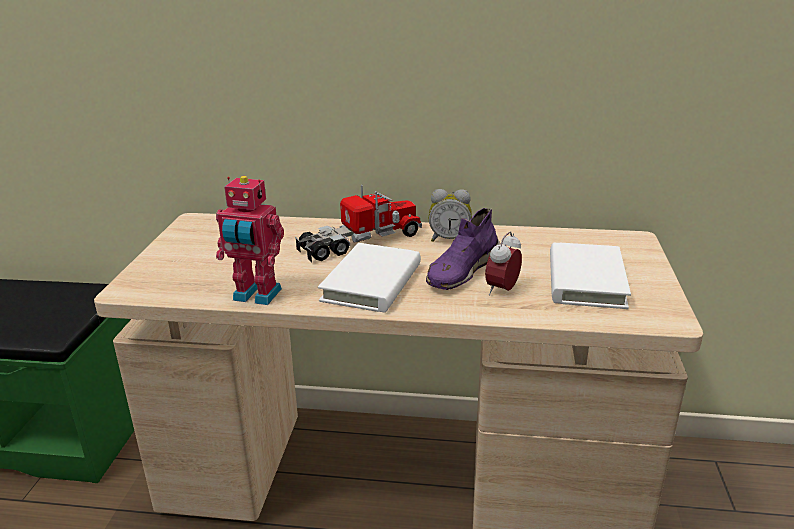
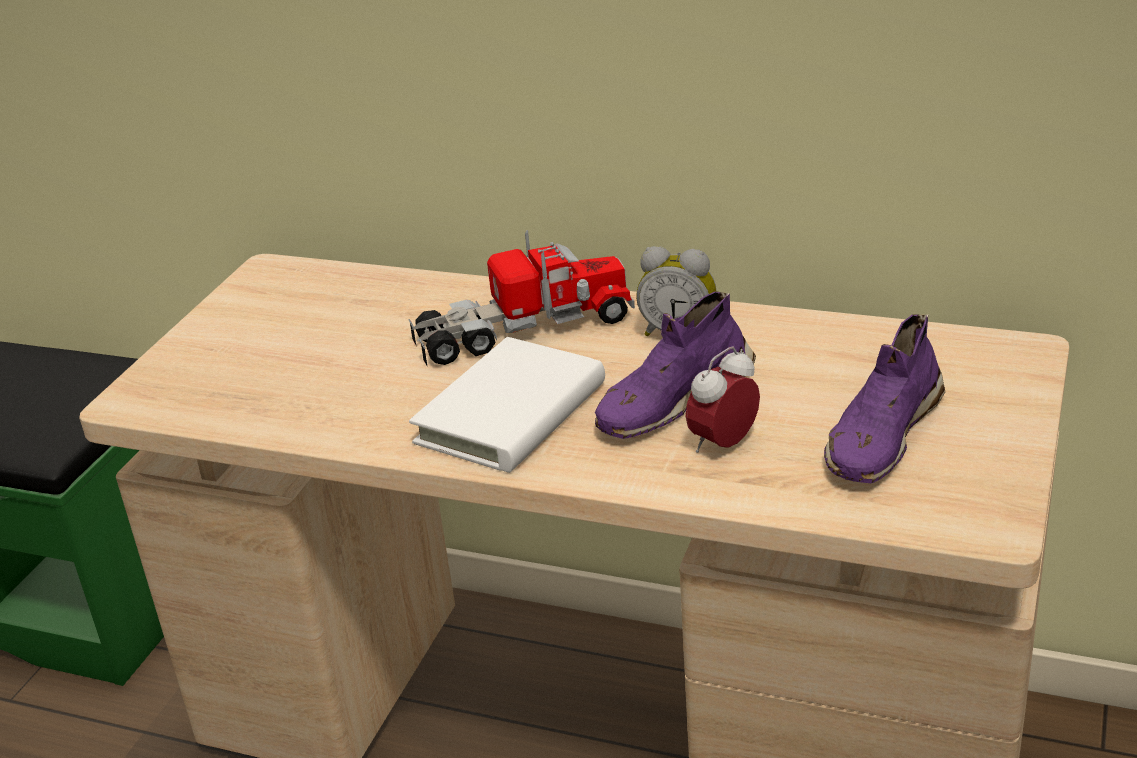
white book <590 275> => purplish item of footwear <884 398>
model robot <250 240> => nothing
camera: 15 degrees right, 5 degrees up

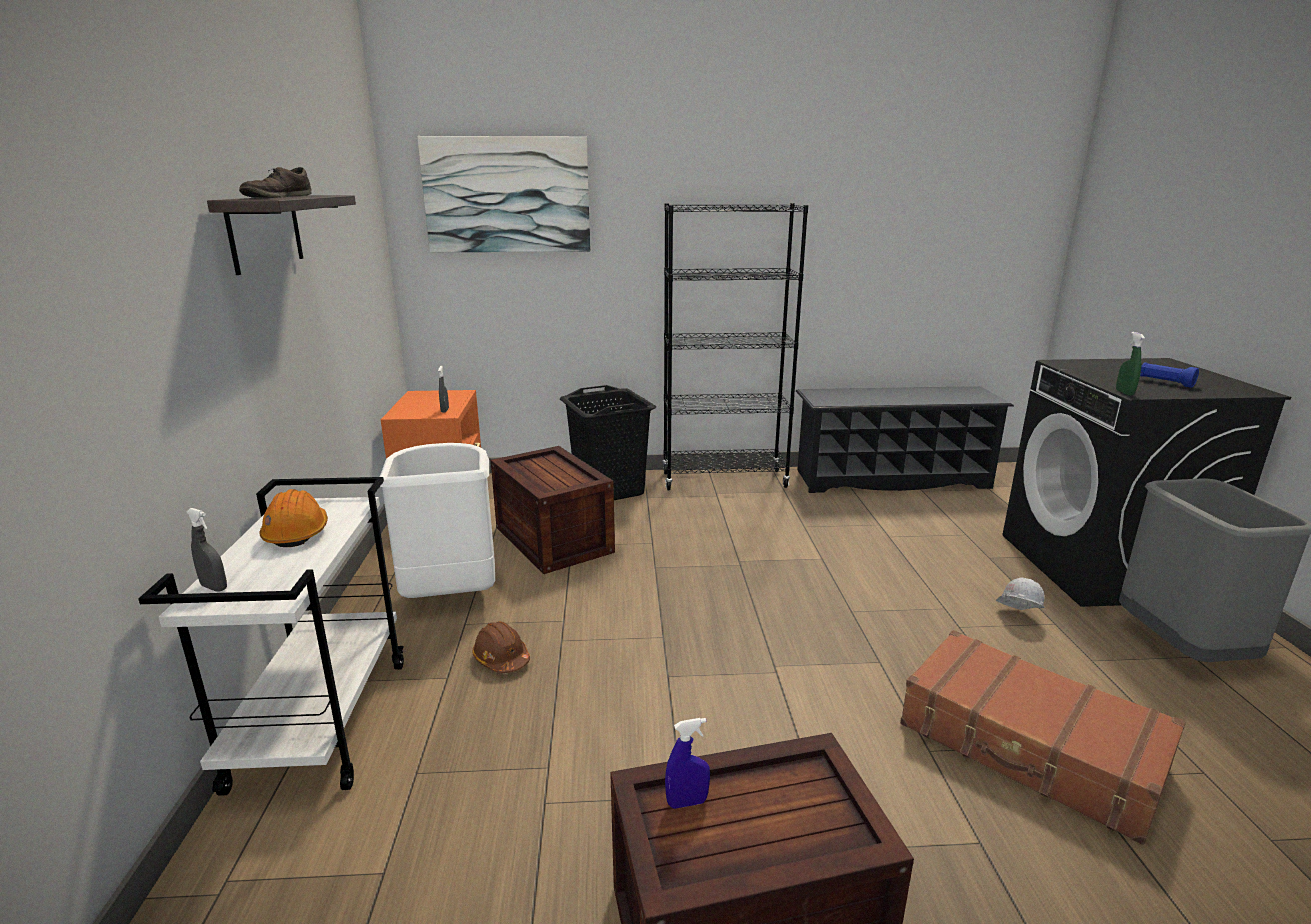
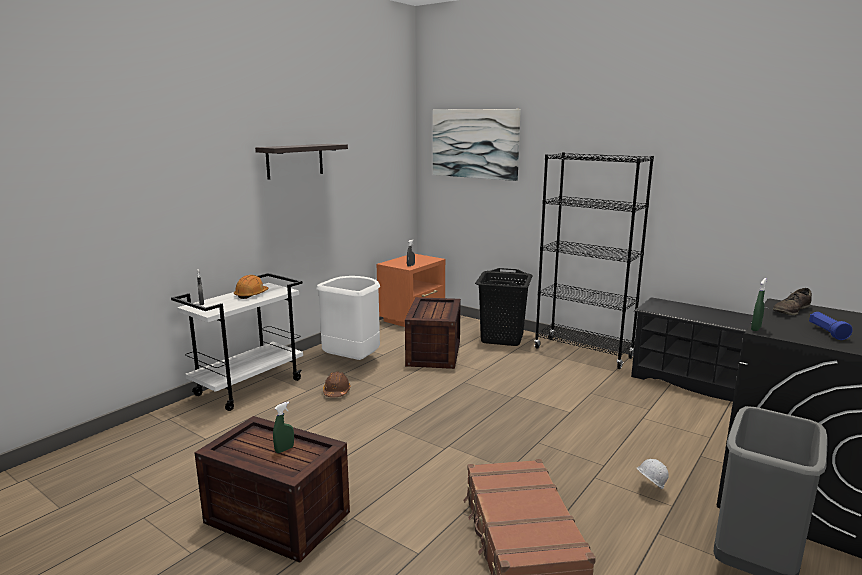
nothing => green hand sprayer <283 427>
brown item of footwear <275 182> => brown item of footwear <792 301>, relocated
blue hand sprayer <687 763> => nothing
camera: 40 degrees right, 5 degrees down

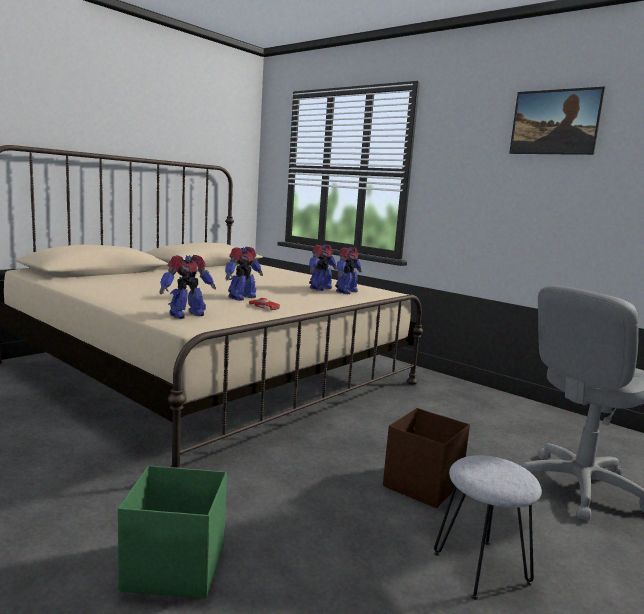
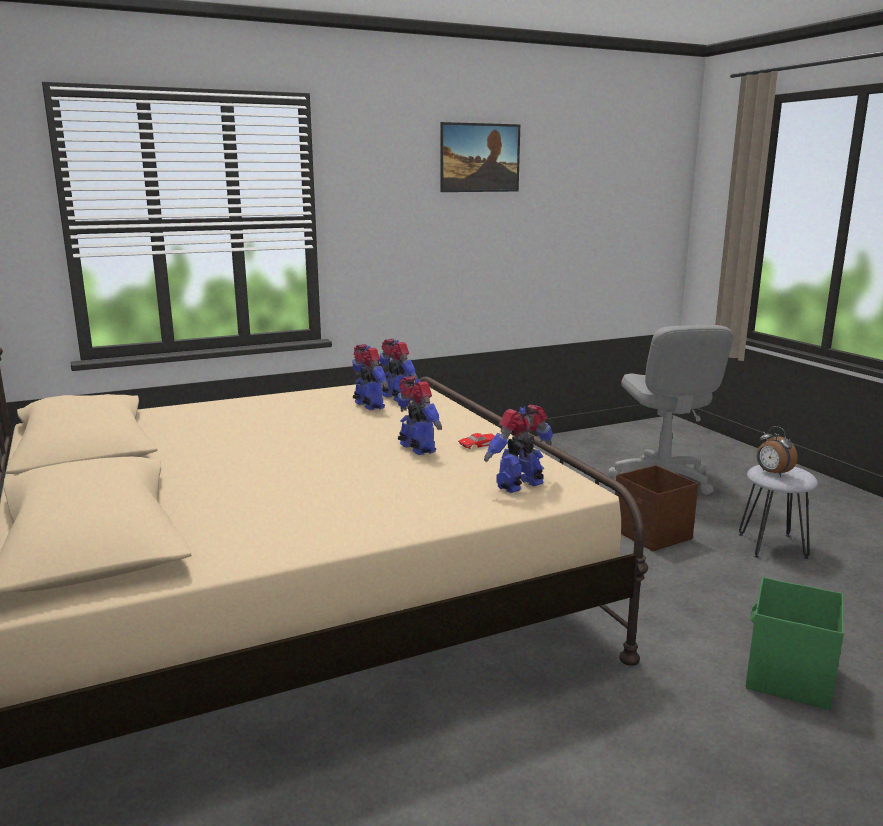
model robot <187 287> => model robot <518 449>, 105 degrees counterclockwise
nothing => alarm clock <777 451>
camera: 65 degrees left, 5 degrees up

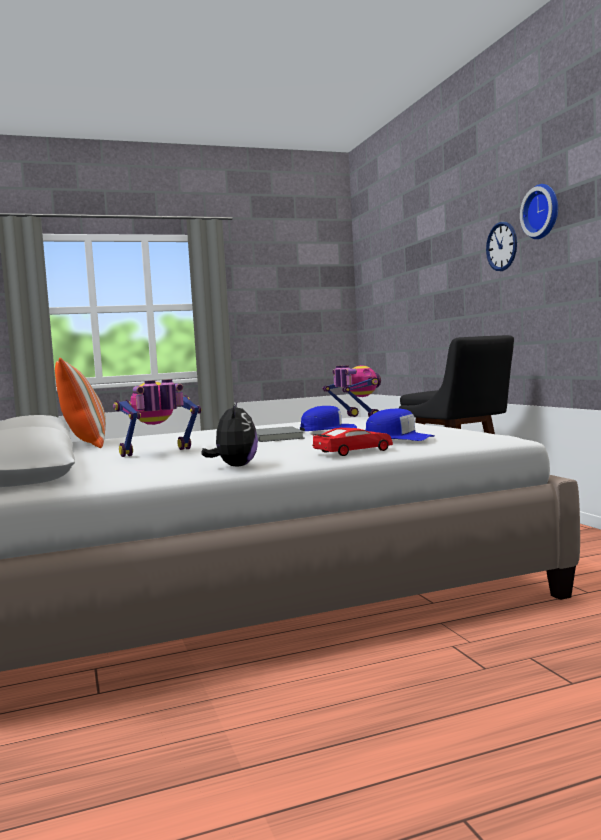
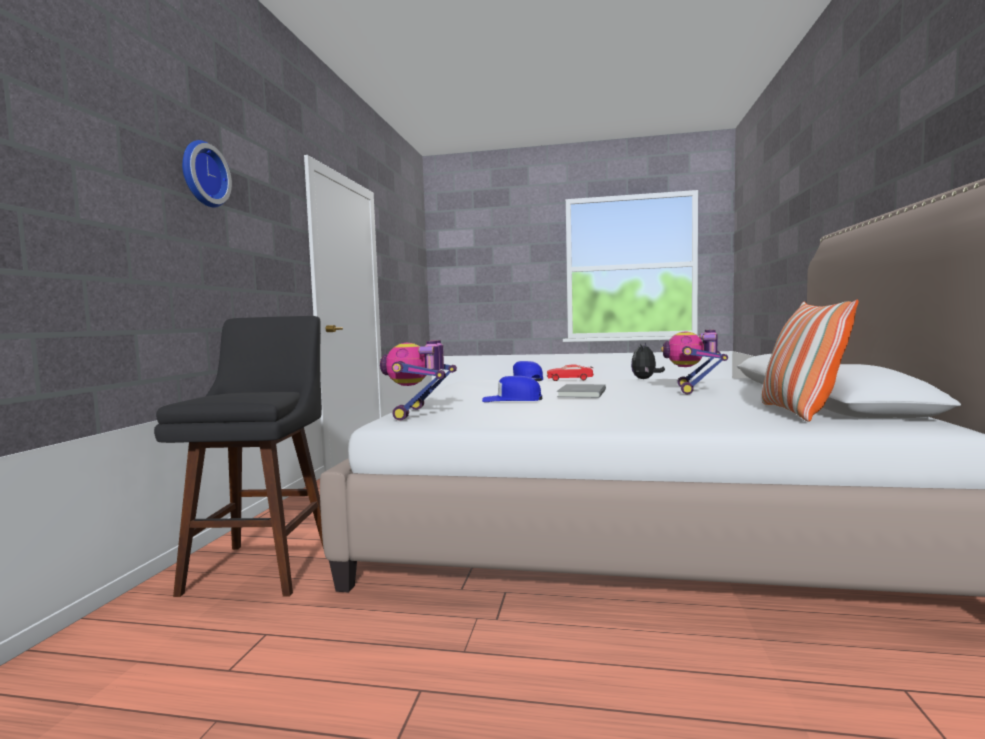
model robot <157 418> => model robot <694 362>, 105 degrees clockwise
hanging clock <501 246> => nothing
camera: 150 degrees left, 0 degrees up

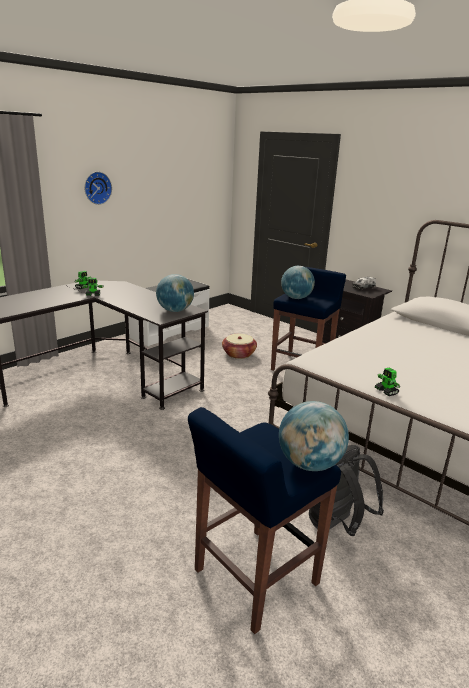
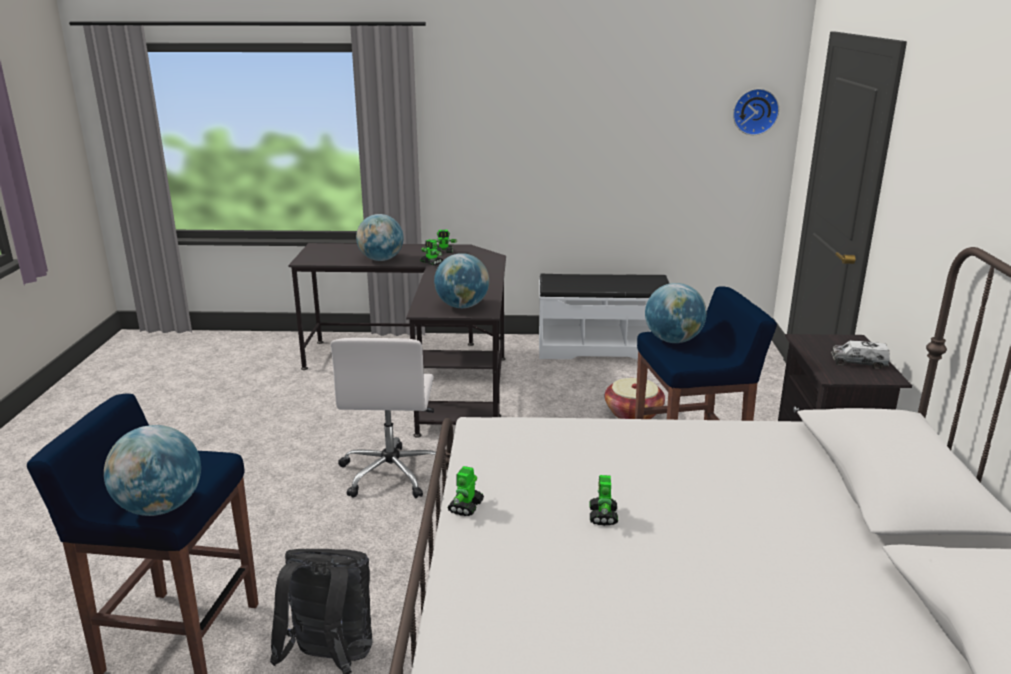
nothing => white desk chair <383 418>
nothing => world globe <379 237>
nothing => model robot <603 500>
hanging clock <98 188> => hanging clock <756 112>, relocated
camera: 50 degrees right, 0 degrees up

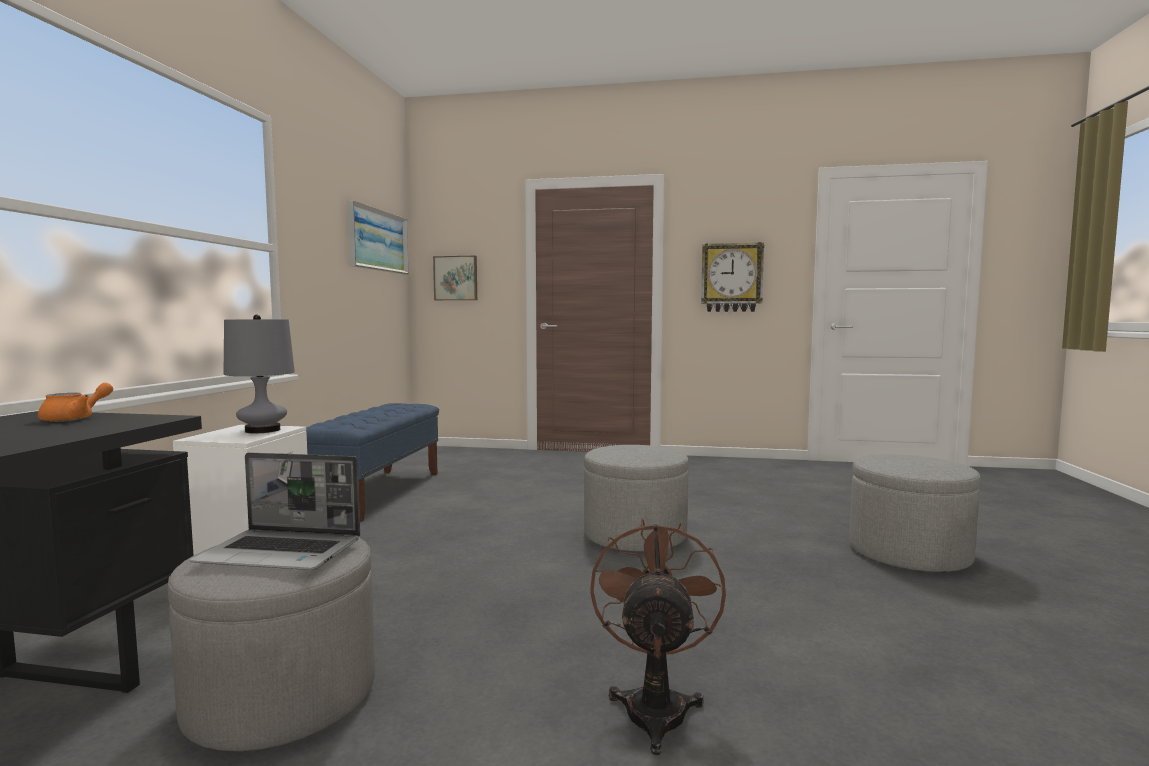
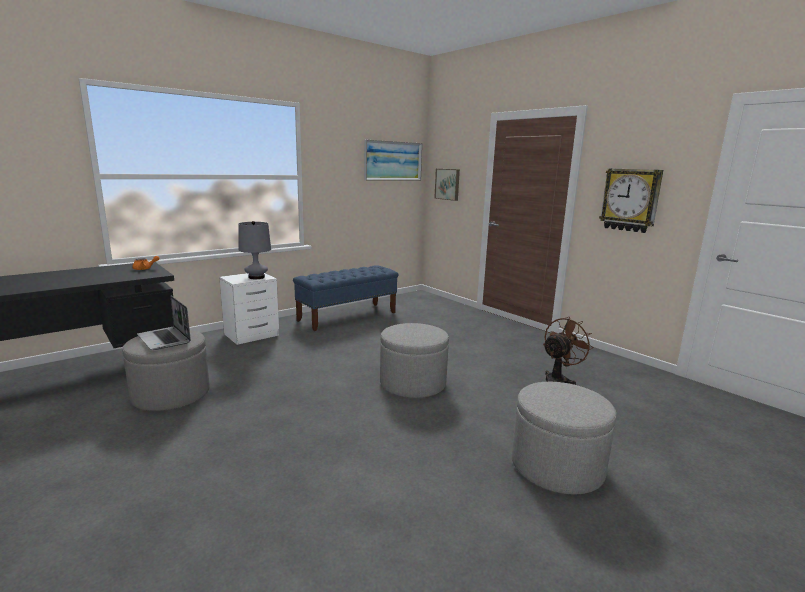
brown electric fan <658 636> => brown electric fan <568 351>, relocated
camera: 40 degrees right, 10 degrees up

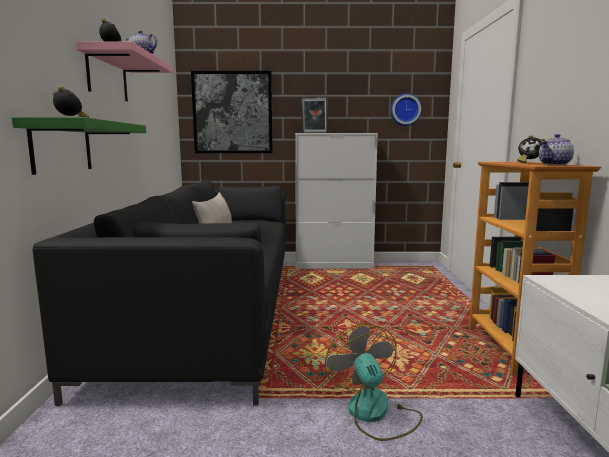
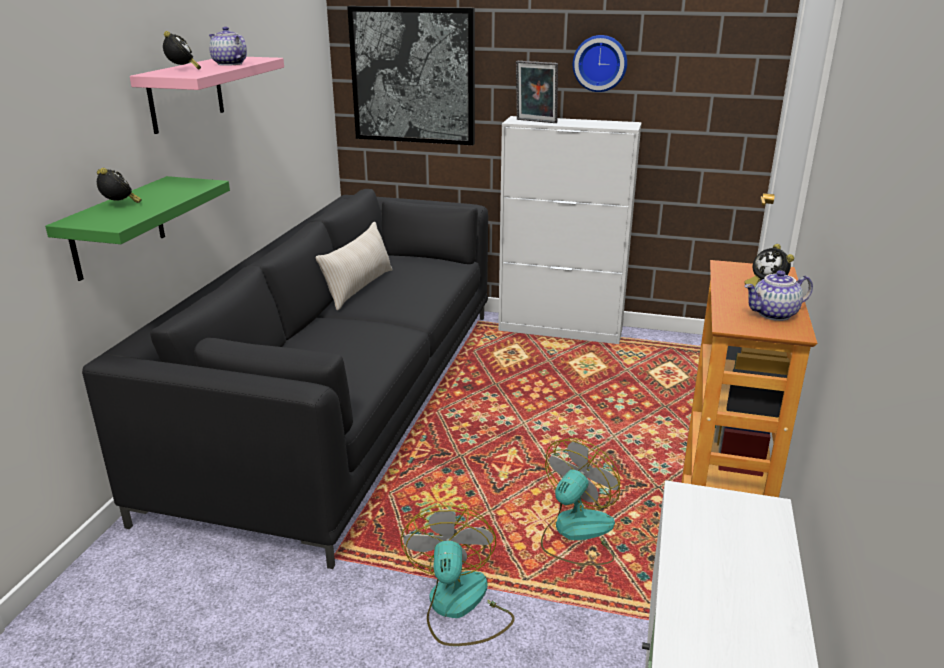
nothing => electric fan <580 501>
hanging clock <406 109> => hanging clock <600 63>, relocated
camera: 15 degrees right, 15 degrees up

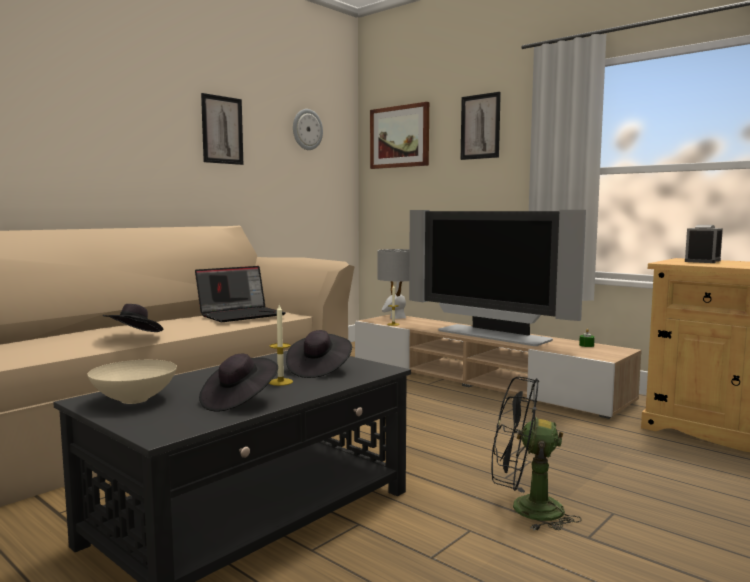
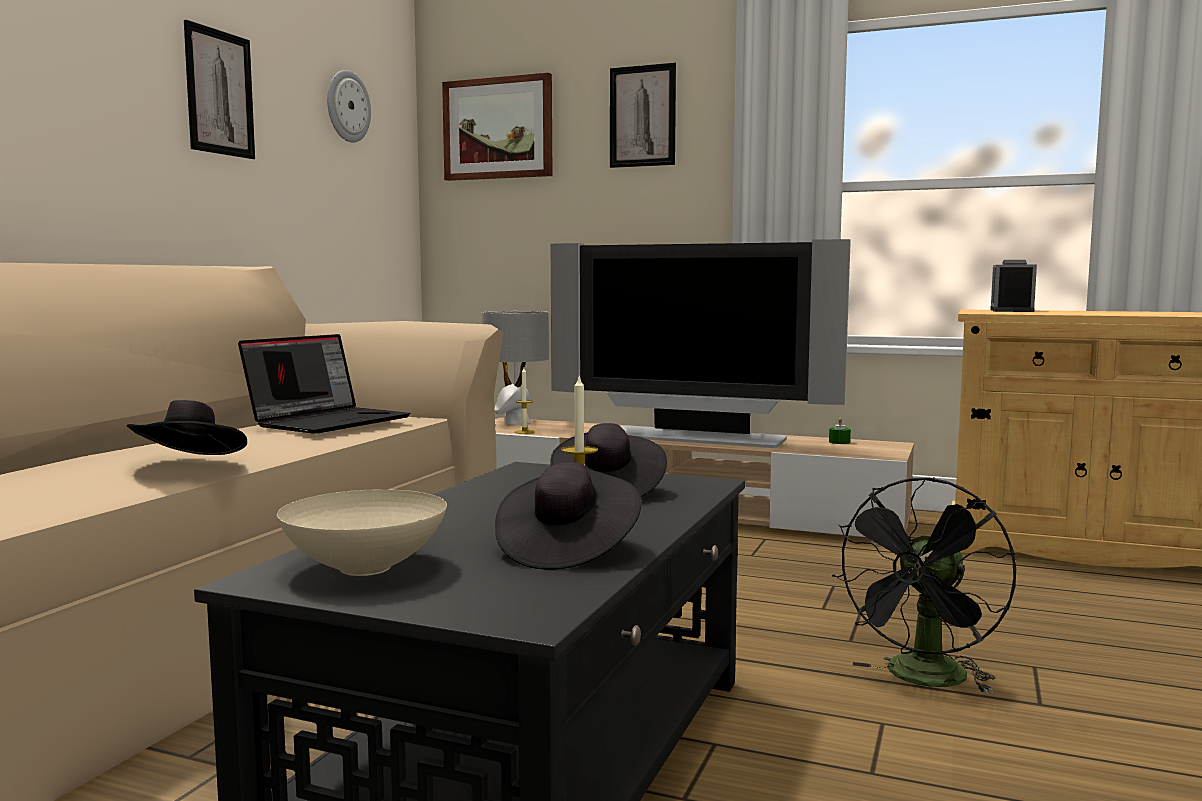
blackish electric fan <536 454> => blackish electric fan <924 585>, 45 degrees counterclockwise
camera: 20 degrees left, 0 degrees up

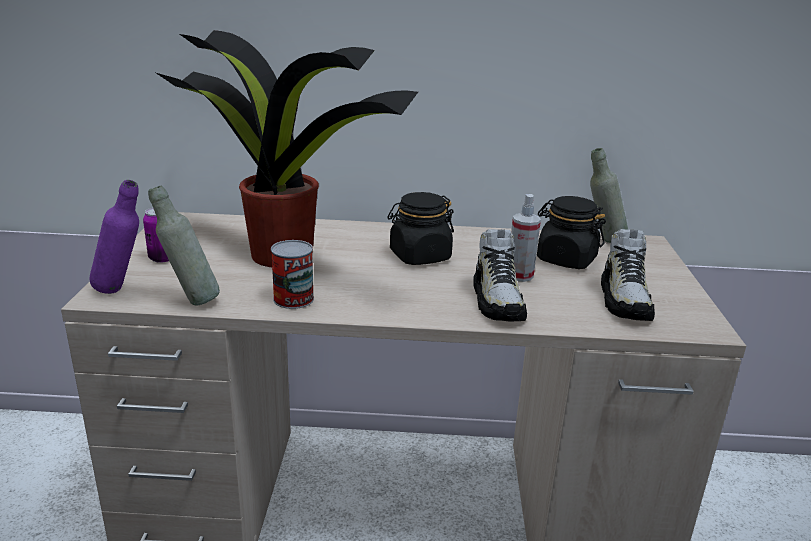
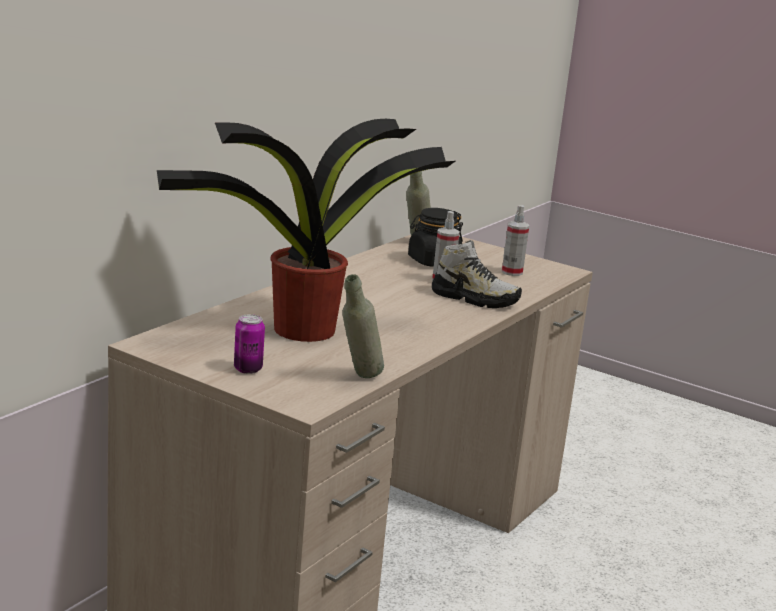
item of footwear <628 275> => hand sprayer <515 240>
purplish drink bottle <114 237> => nothing
can <292 274> => nothing
blackish storage jar <421 228> => nothing
camera: 60 degrees left, 5 degrees down

